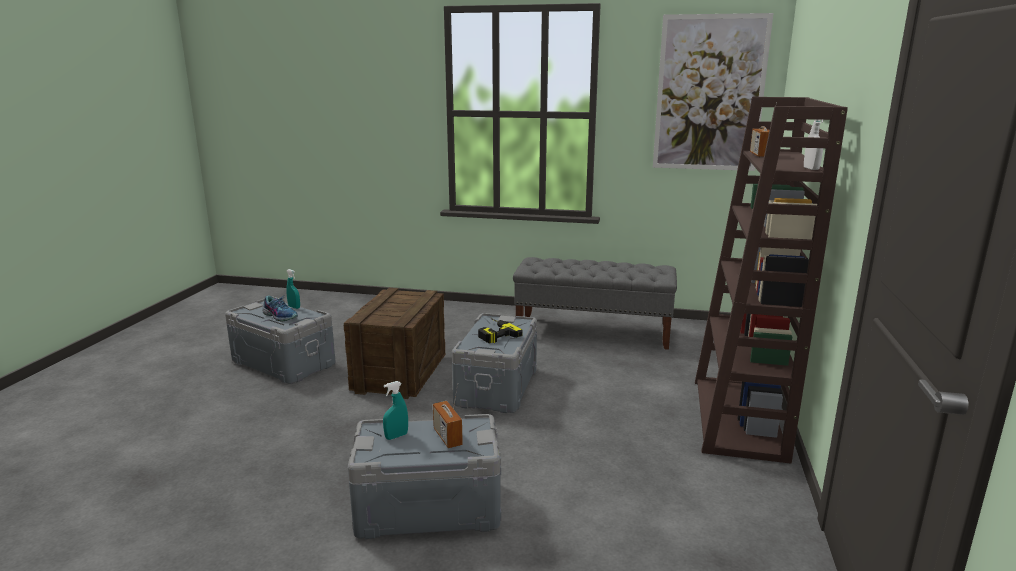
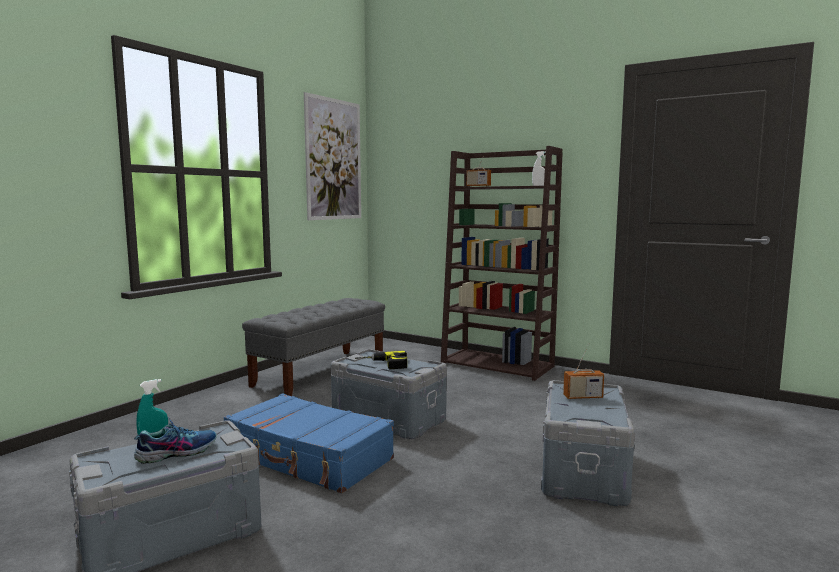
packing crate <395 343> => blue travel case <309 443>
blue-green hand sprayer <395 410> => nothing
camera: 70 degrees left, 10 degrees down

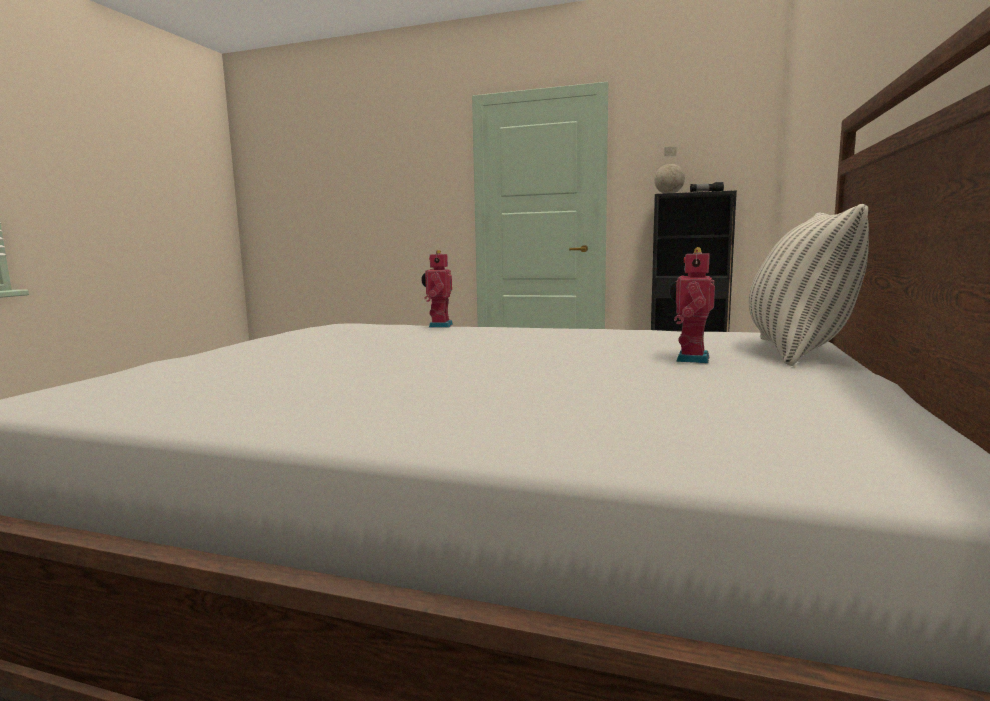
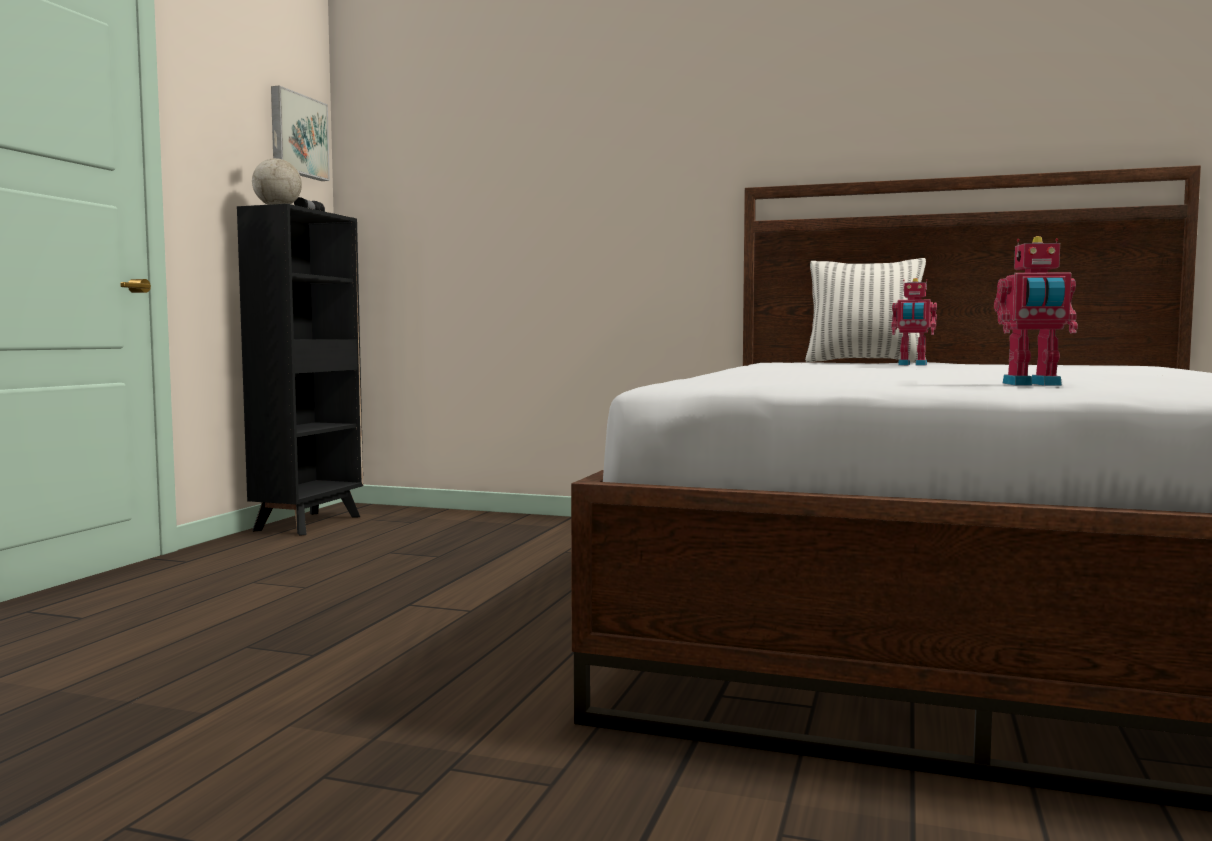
nothing => wall picture <300 133>
model robot <437 289> => model robot <1036 311>, relocated
camera: 90 degrees left, 5 degrees down

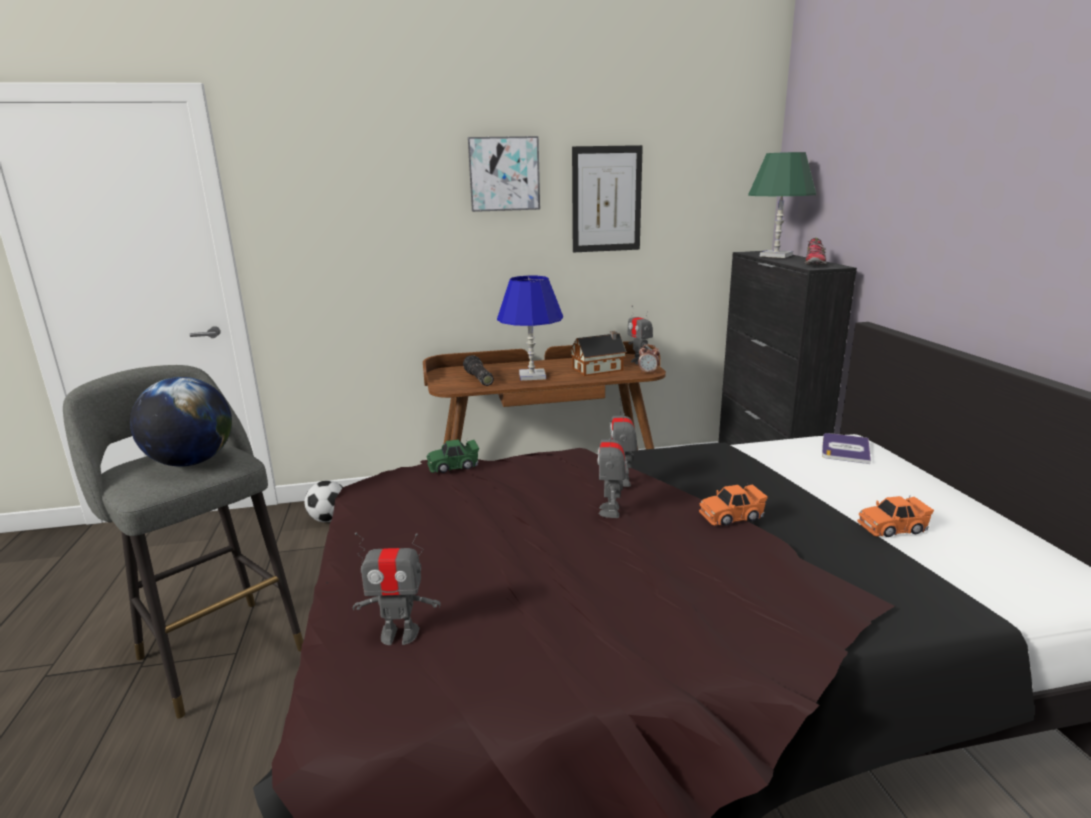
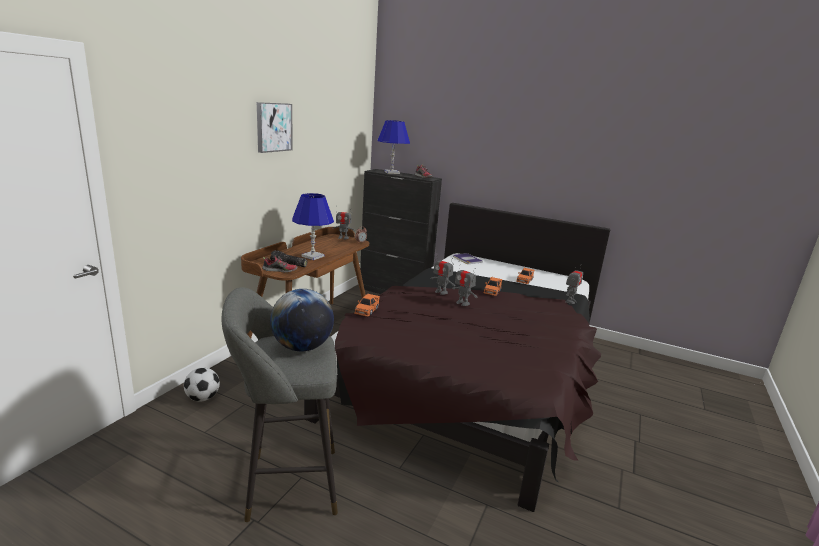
nothing => item of footwear <279 264>
green model car <452 456> => orange-coloured model car <367 305>
green table lamp <782 205> => blue table lamp <393 147>
model robot <397 589> => model robot <574 284>, relocated
model house <598 353> => nothing
wall picture <607 198> => nothing
camera: 55 degrees left, 0 degrees up

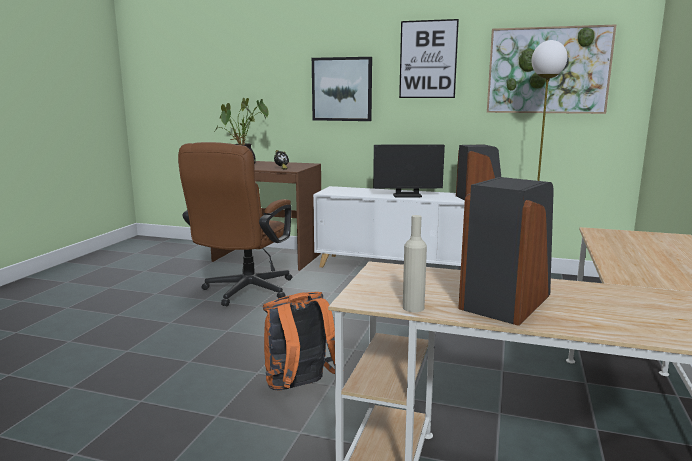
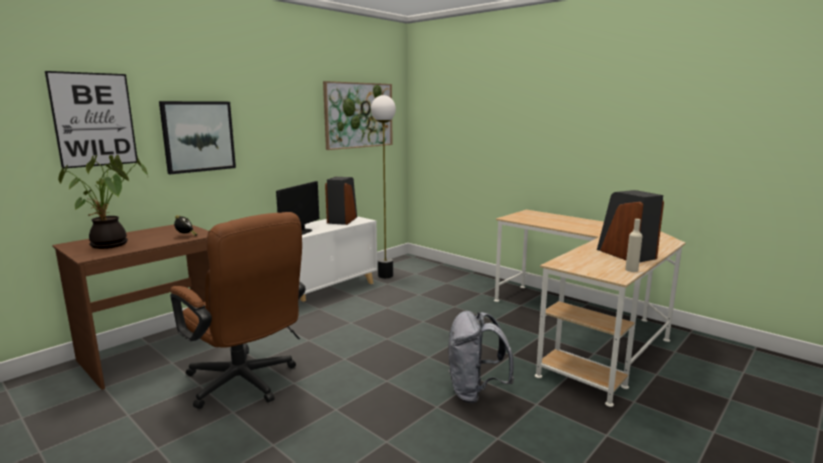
wall picture <429 58> => wall picture <91 119>, relocated
orange-coloured knapsack <303 341> => grey knapsack <481 357>
camera: 65 degrees left, 0 degrees up

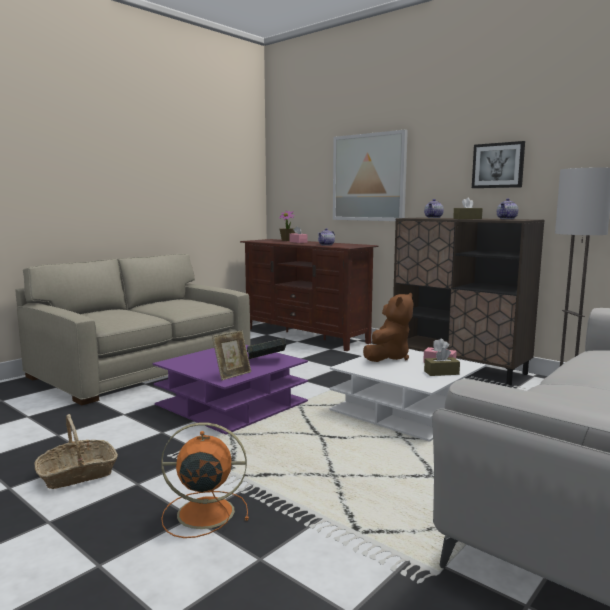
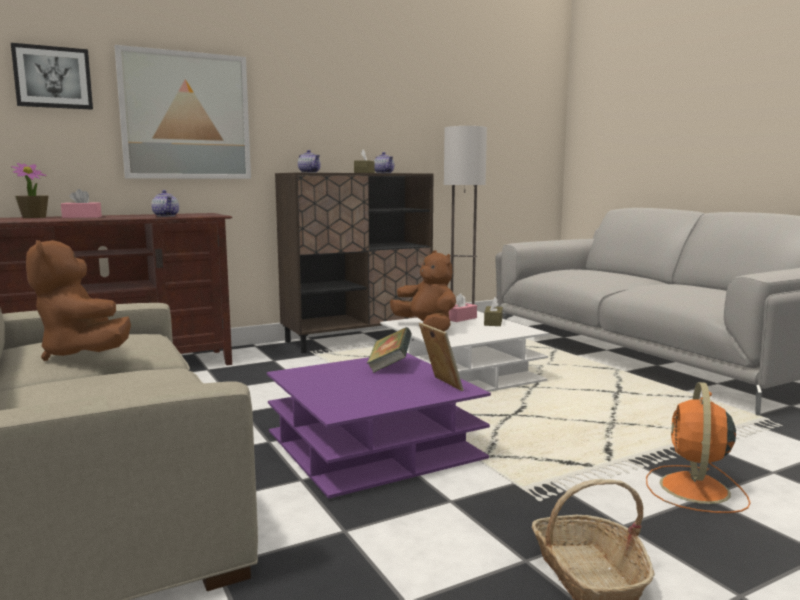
wall picture <498 164> => wall picture <52 76>, relocated
nothing => brown cuddly toy <78 300>
camera: 70 degrees left, 0 degrees up

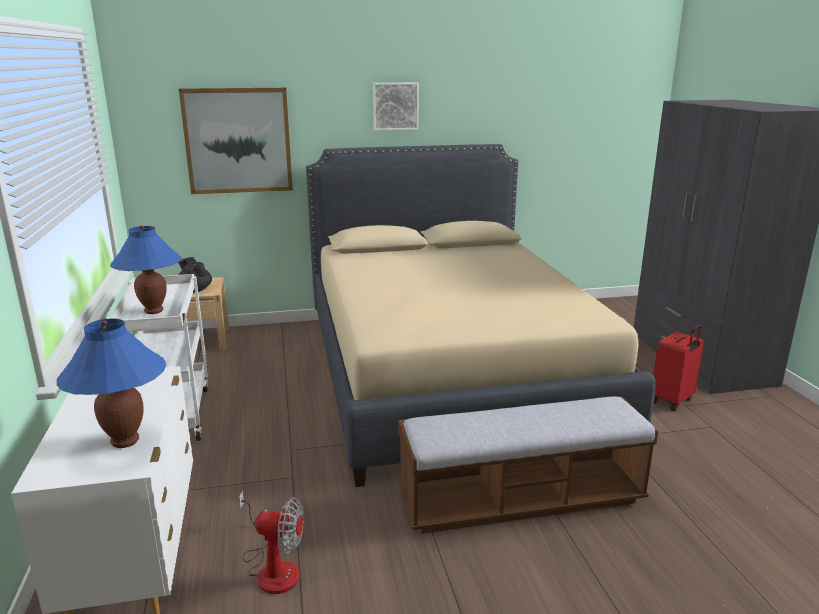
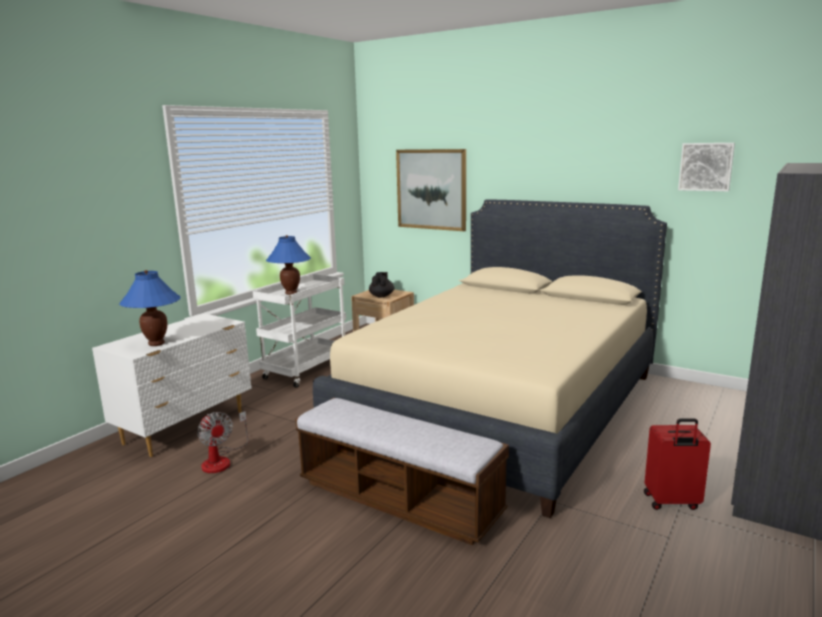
wall picture <396 107> => wall picture <706 167>, relocated
camera: 45 degrees right, 5 degrees down

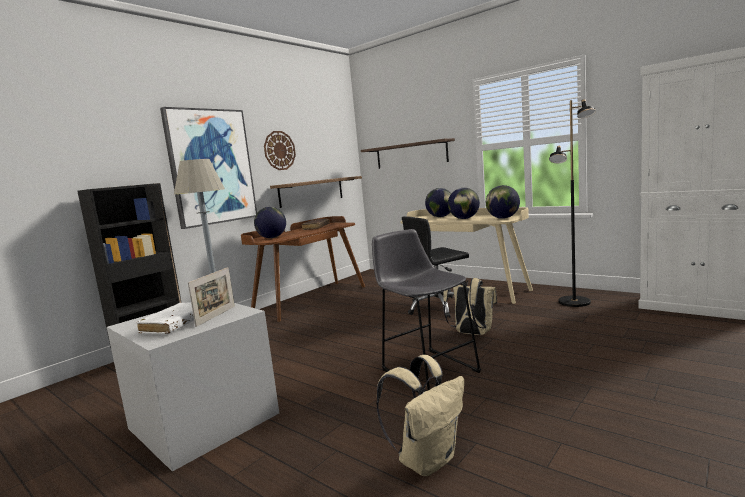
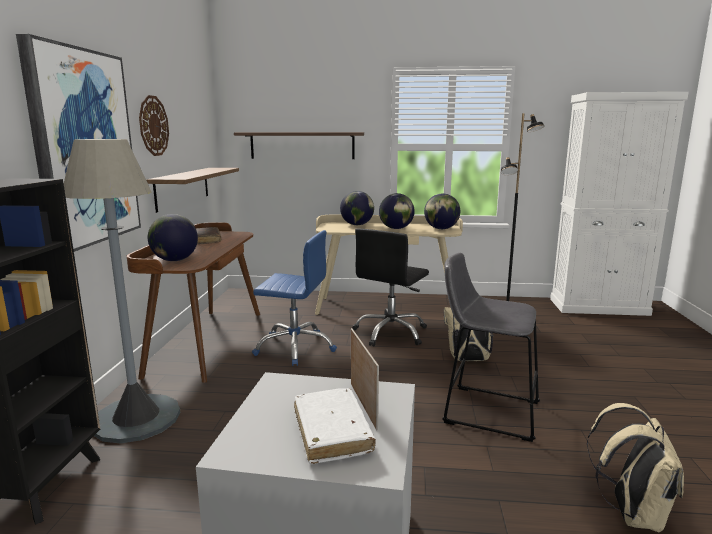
nothing => blue desk chair <294 298>
camera: 35 degrees left, 5 degrees up

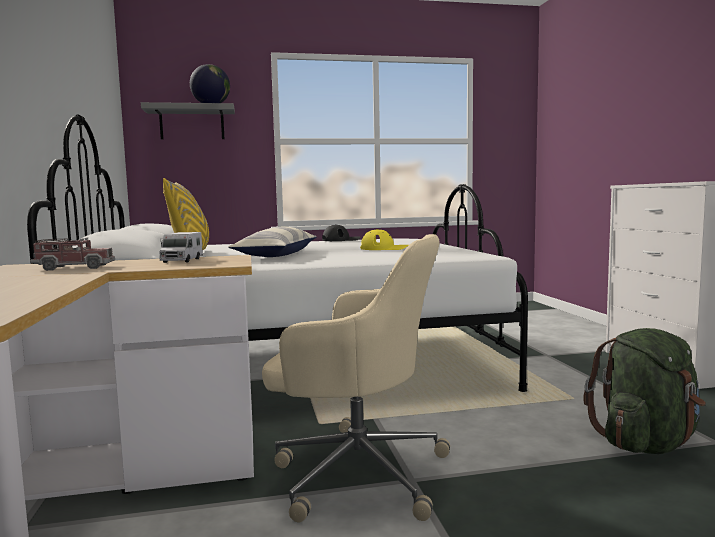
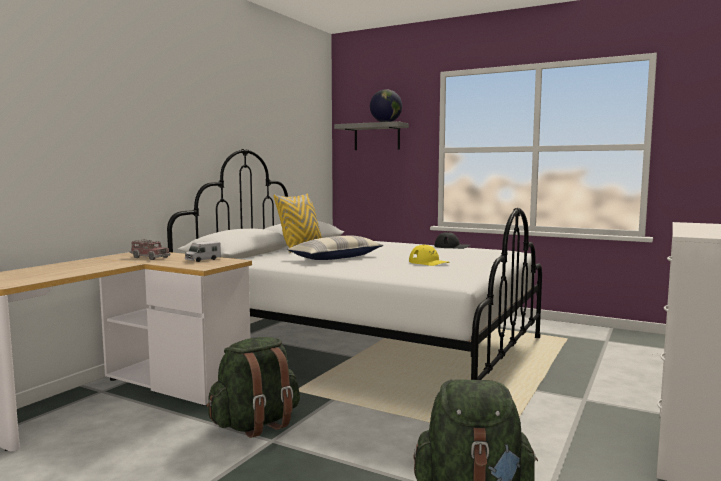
sand-coloured desk chair <356 378> => green knapsack <253 387>
camera: 40 degrees right, 0 degrees up

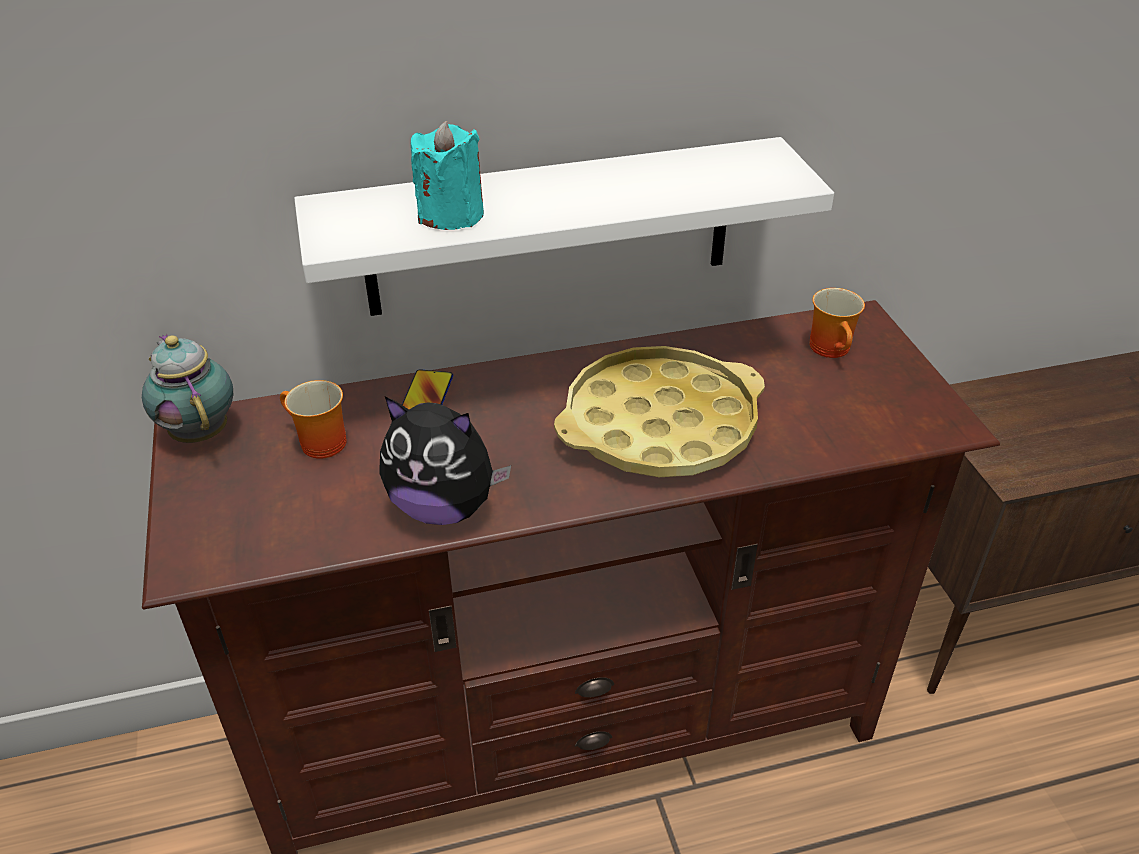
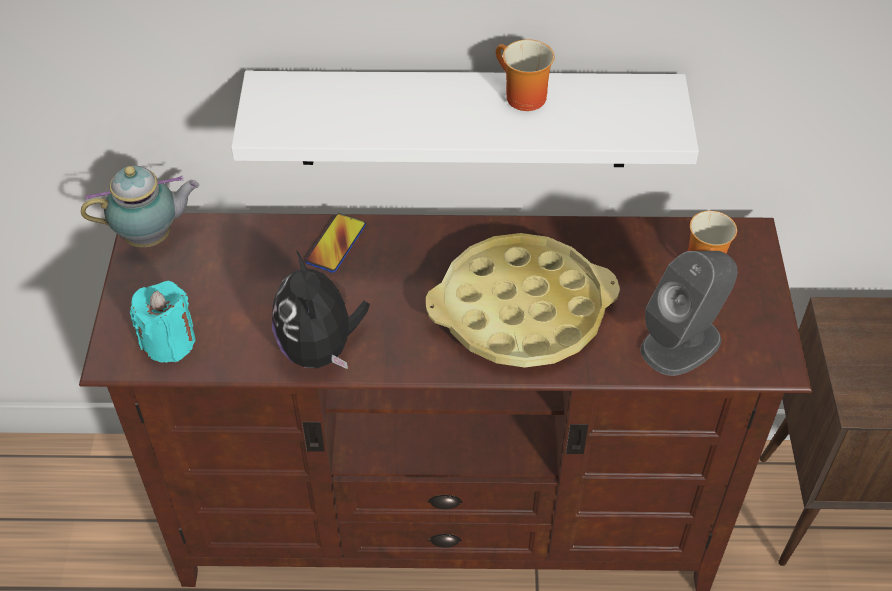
teapot <187 388> => teapot <140 207>, 90 degrees clockwise
blue-green candle <447 175> => blue-green candle <163 322>, relocated
cuddly toy <445 460> => cuddly toy <321 310>, 45 degrees clockwise
coffee mug <313 419> => coffee mug <525 75>, relocated
nothing => grey audio speaker <689 313>
camera: 15 degrees right, 10 degrees up

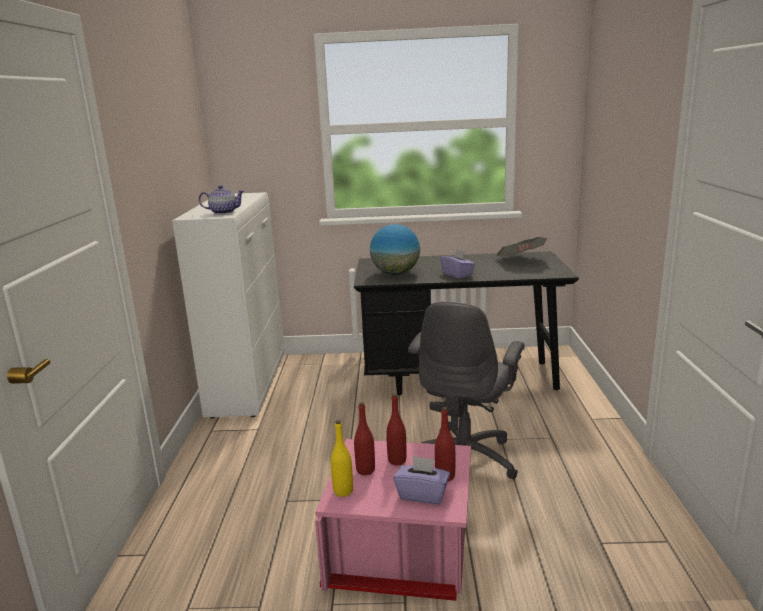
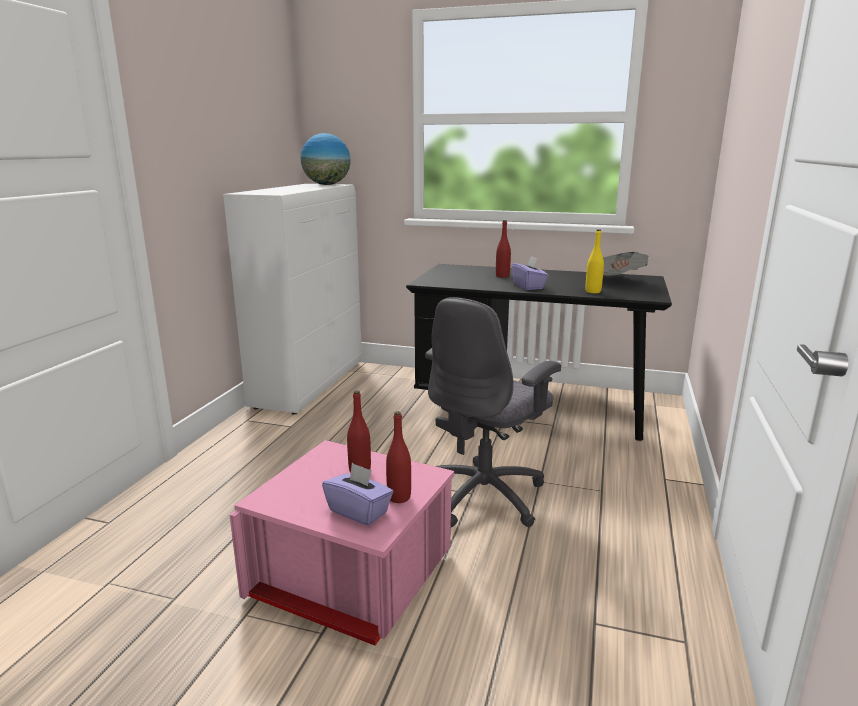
world globe <395 249> => world globe <325 159>, relocated
red drink bottle <364 438> => red drink bottle <503 249>, relocated
yellow drink bottle <342 458> => yellow drink bottle <594 261>, relocated
teapot <221 199> => nothing
camera: 15 degrees right, 0 degrees up

